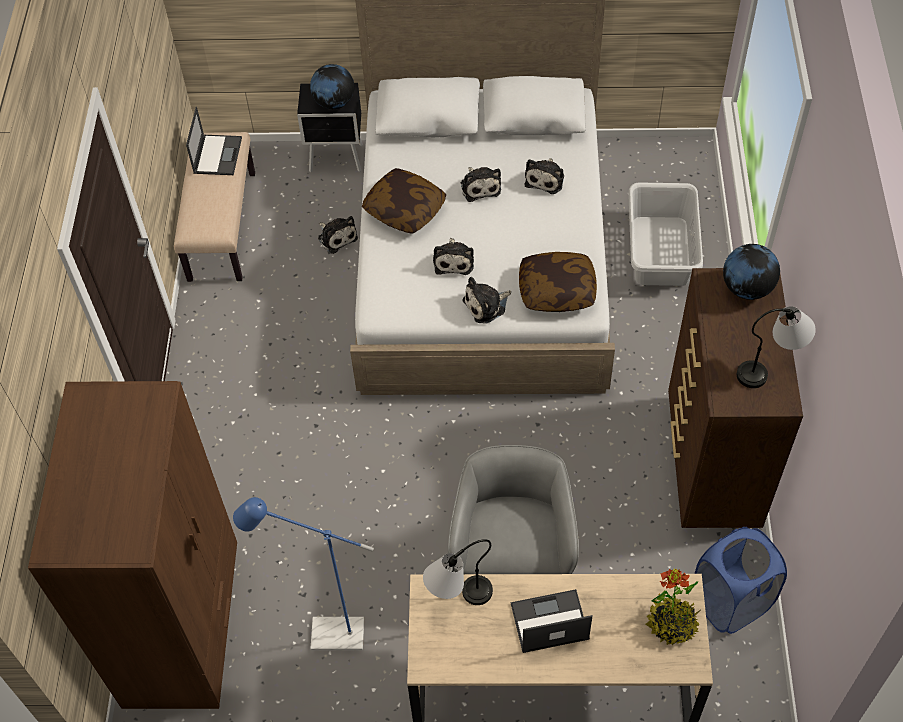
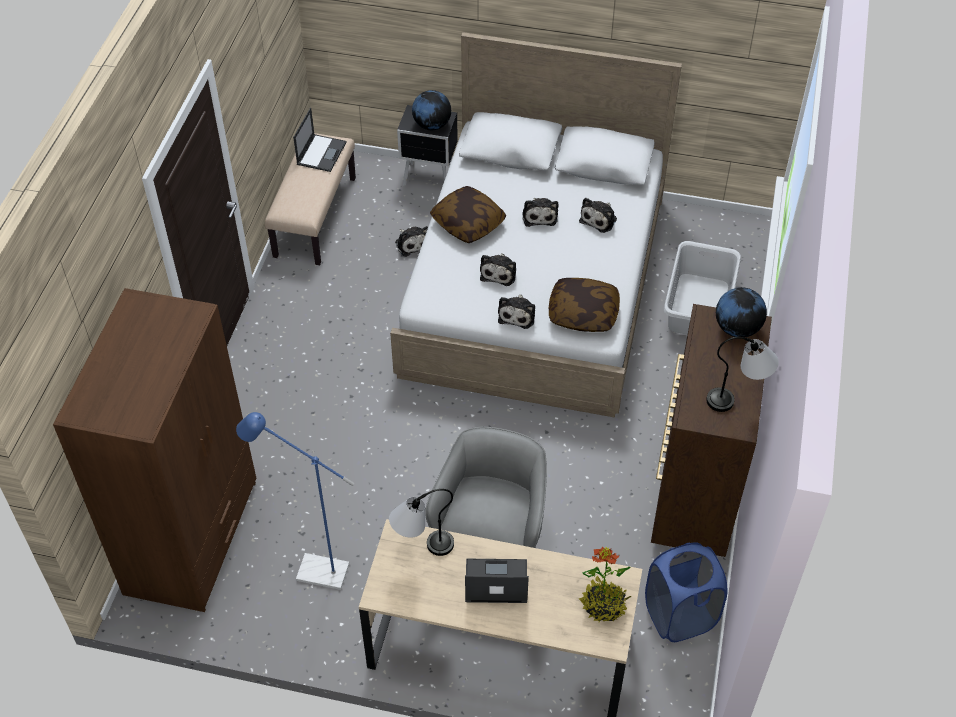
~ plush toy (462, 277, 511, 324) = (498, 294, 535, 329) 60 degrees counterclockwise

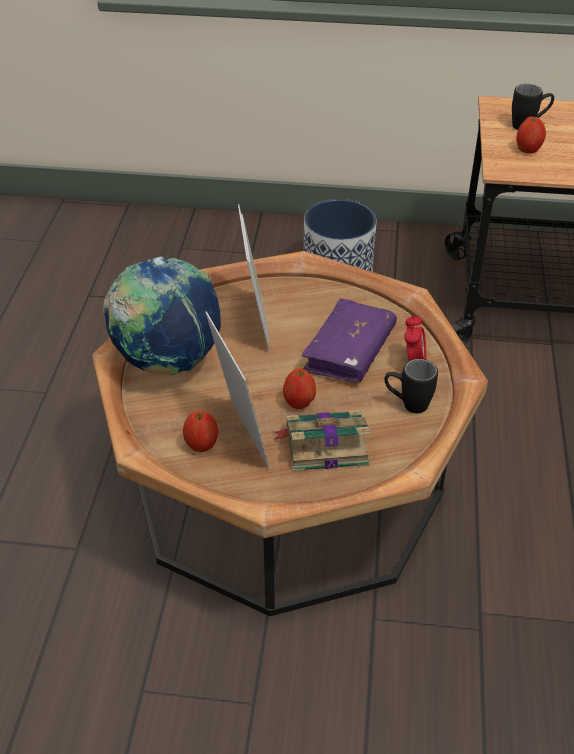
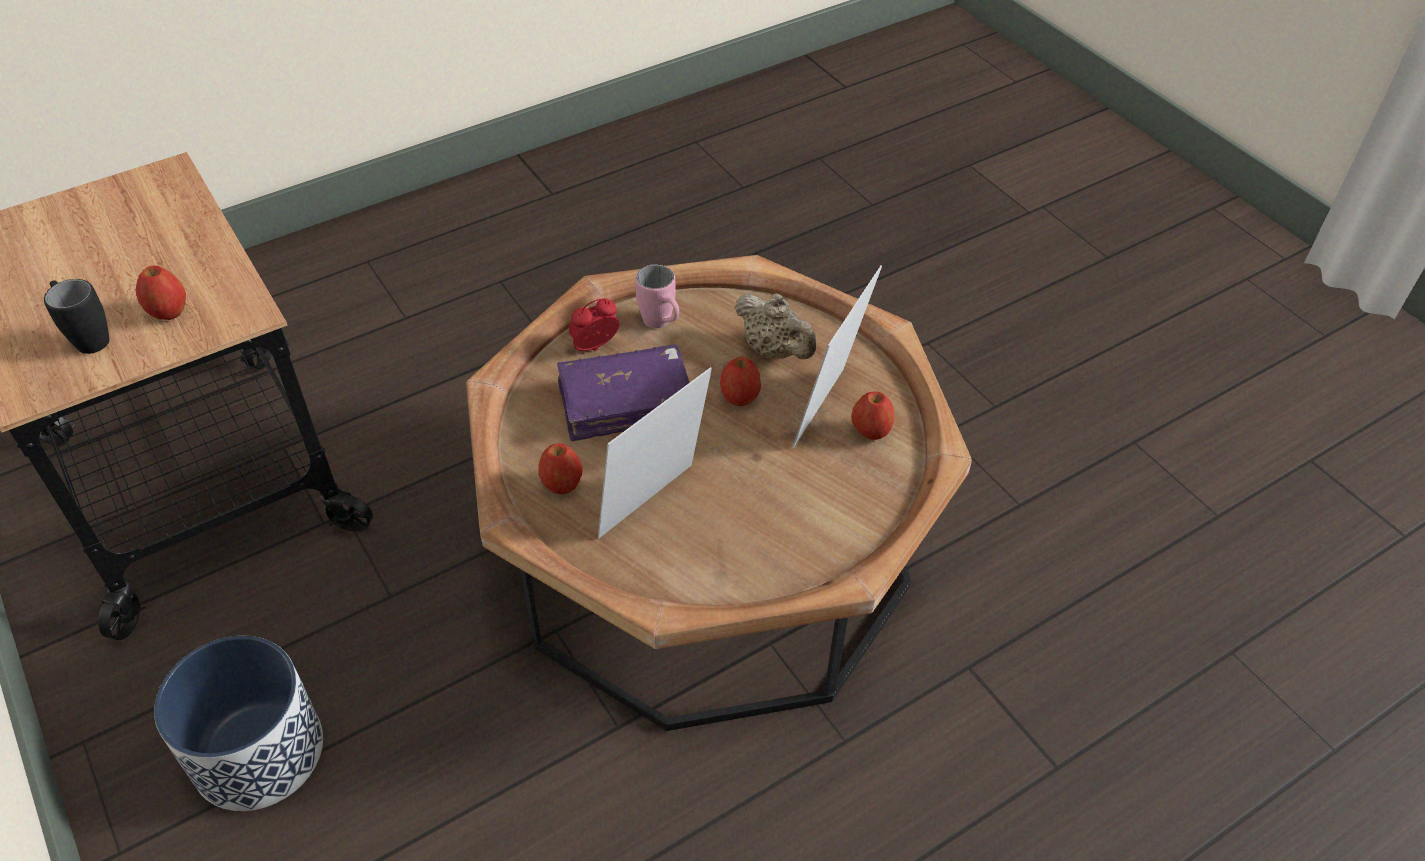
+ apple (538, 443, 583, 494)
~ black mug (384, 359, 438, 413) to pink mug (635, 264, 679, 328)
~ book (273, 410, 371, 472) to beige teapot (735, 293, 816, 359)
- globe (103, 256, 221, 375)

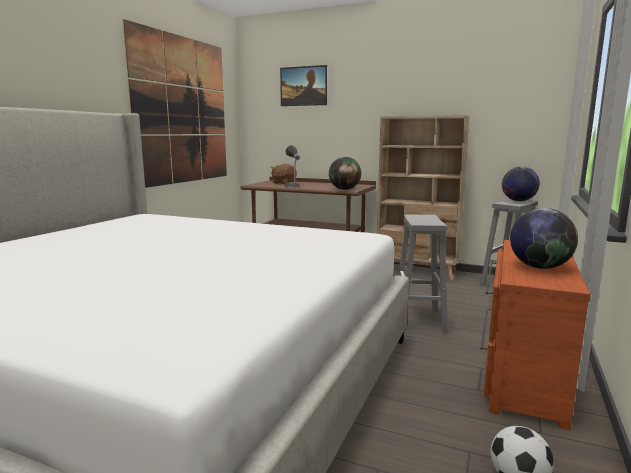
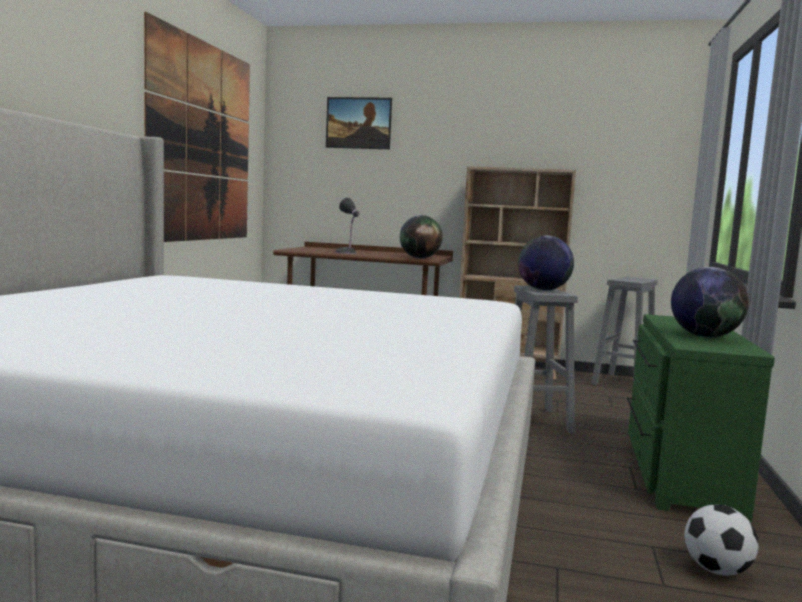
~ globe (502, 166, 540, 201) to (518, 235, 574, 290)
~ brown dresser (481, 240, 591, 430) to green dresser (627, 314, 775, 523)
- brown plush toy (271, 164, 297, 184)

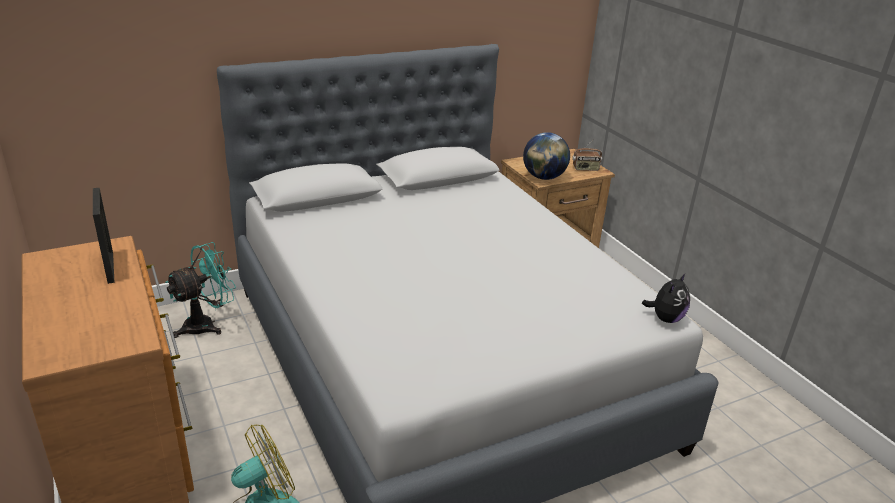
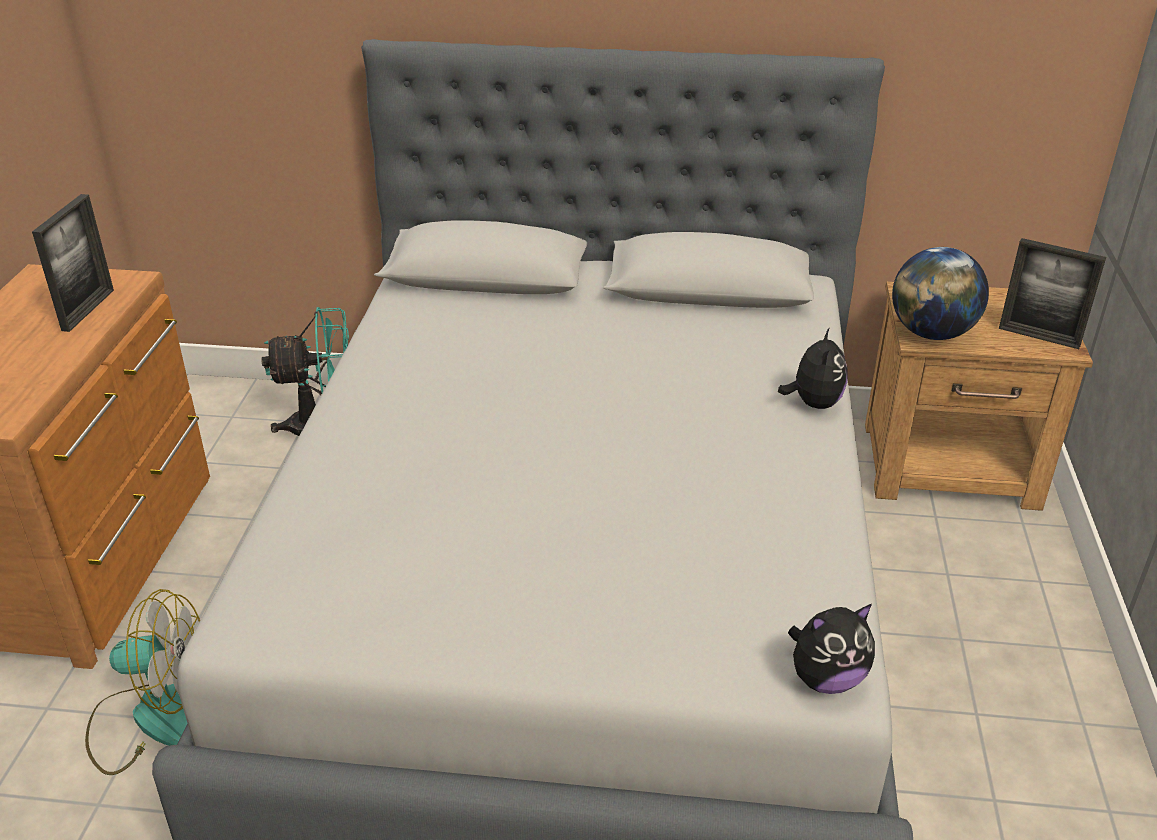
+ plush toy (778, 327, 848, 409)
~ radio (572, 139, 602, 171) to picture frame (999, 238, 1106, 349)

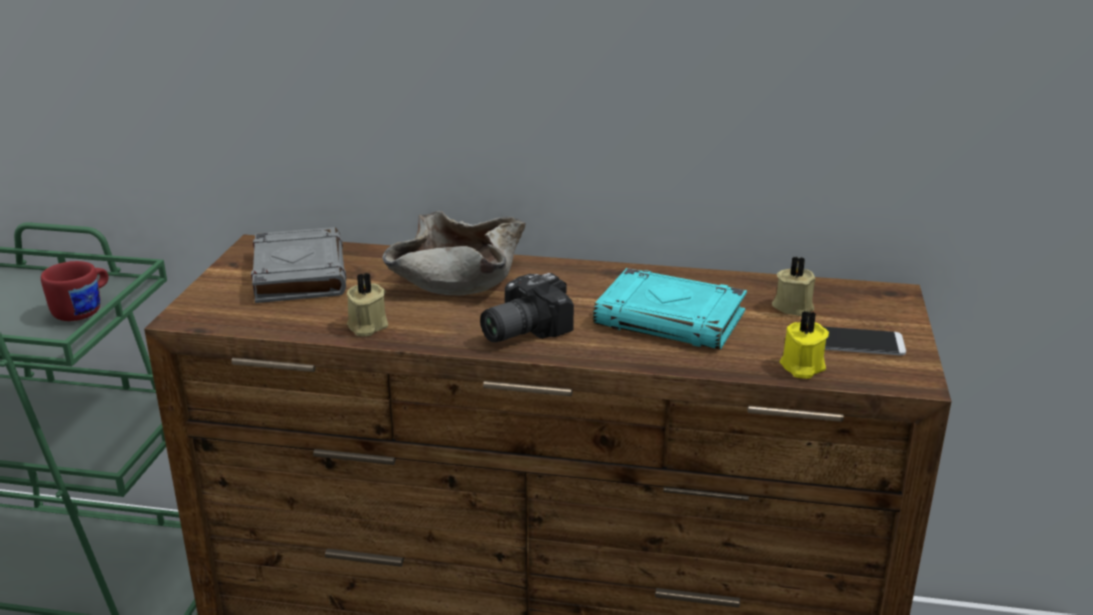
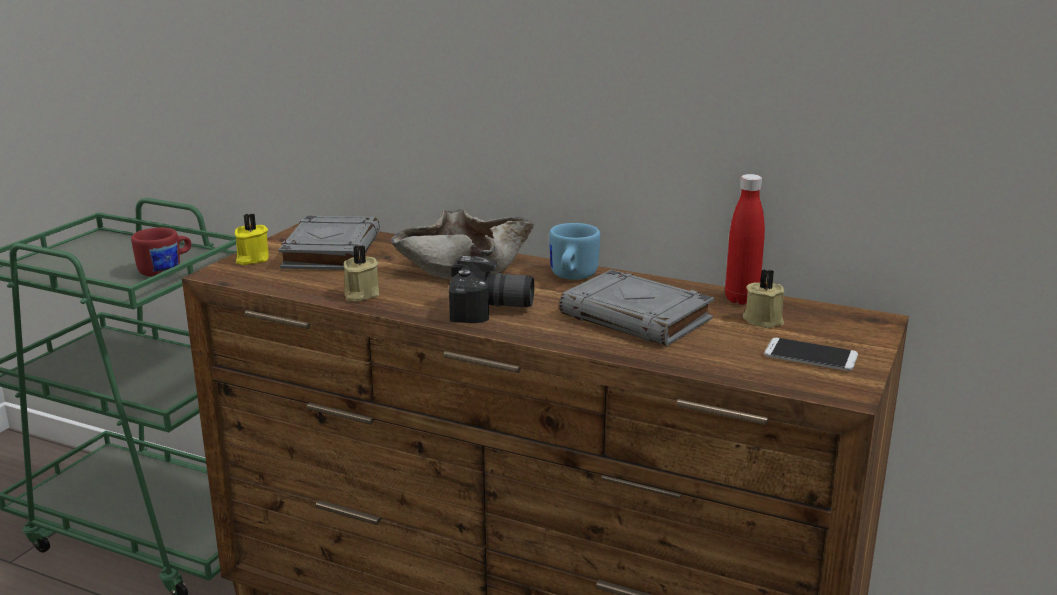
~ yellow candle (780, 311, 829, 379) to (235, 213, 269, 265)
~ photo camera (480, 273, 574, 342) = (449, 256, 534, 323) 150 degrees counterclockwise
+ blue mug (549, 223, 600, 280)
~ turquoise book (593, 268, 747, 350) to grey book (559, 270, 714, 346)
+ red bottle (725, 174, 765, 305)

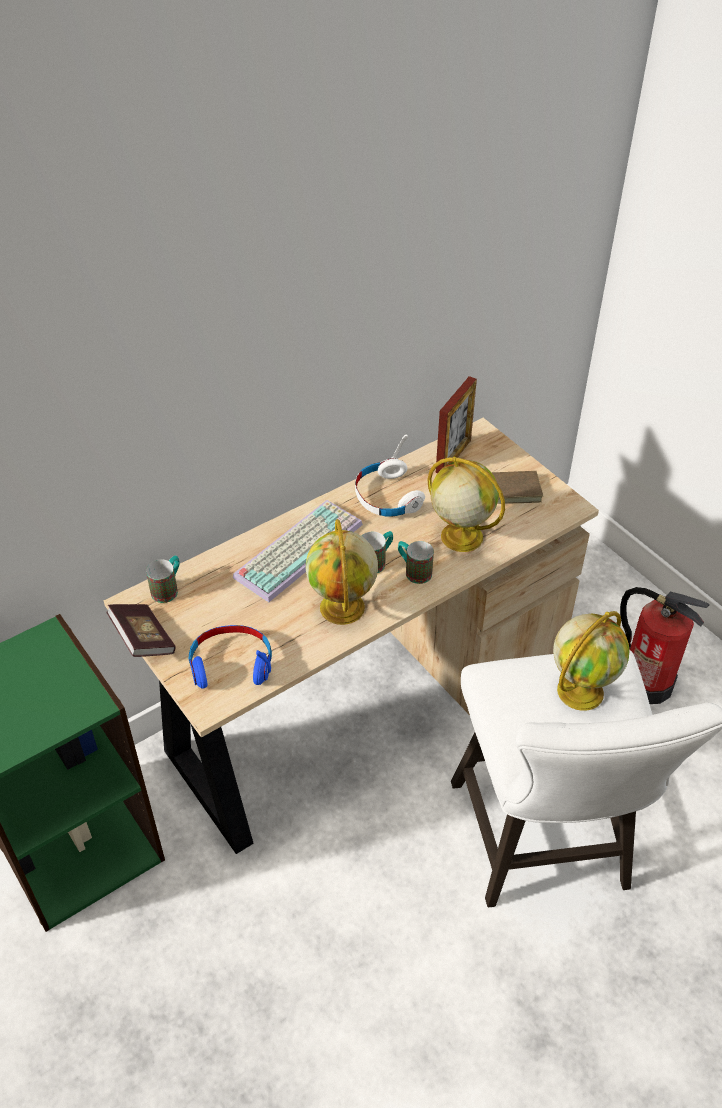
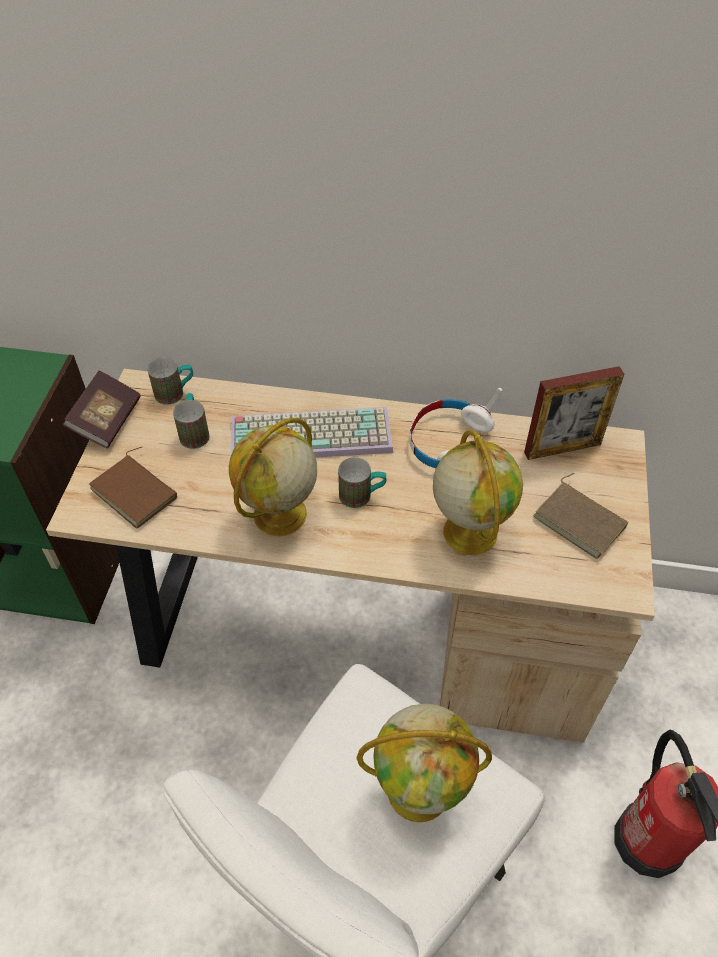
~ blue headphones (189, 625, 272, 689) to brown book (89, 447, 177, 528)
~ mug (398, 541, 434, 584) to (173, 393, 210, 449)

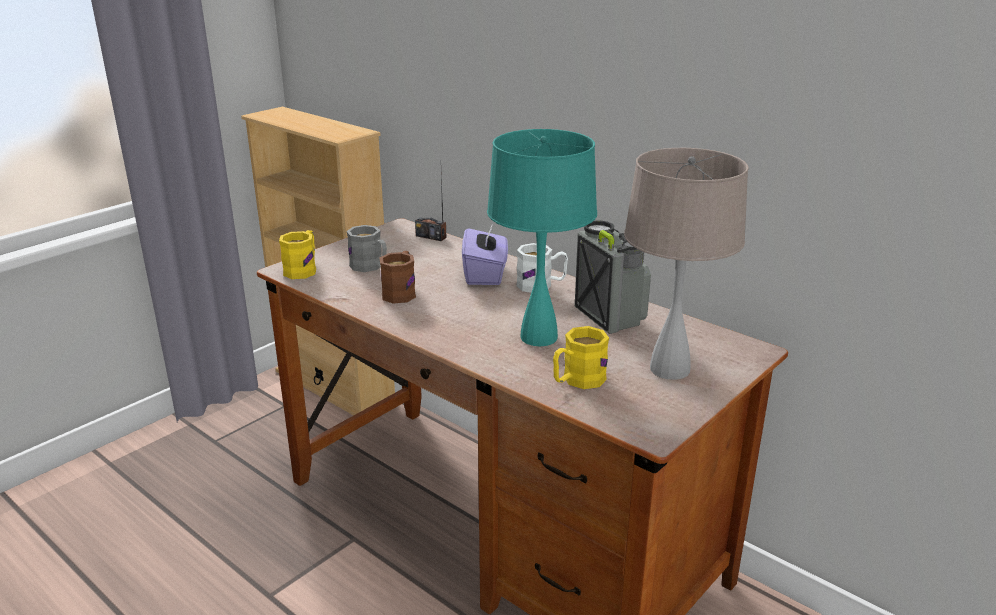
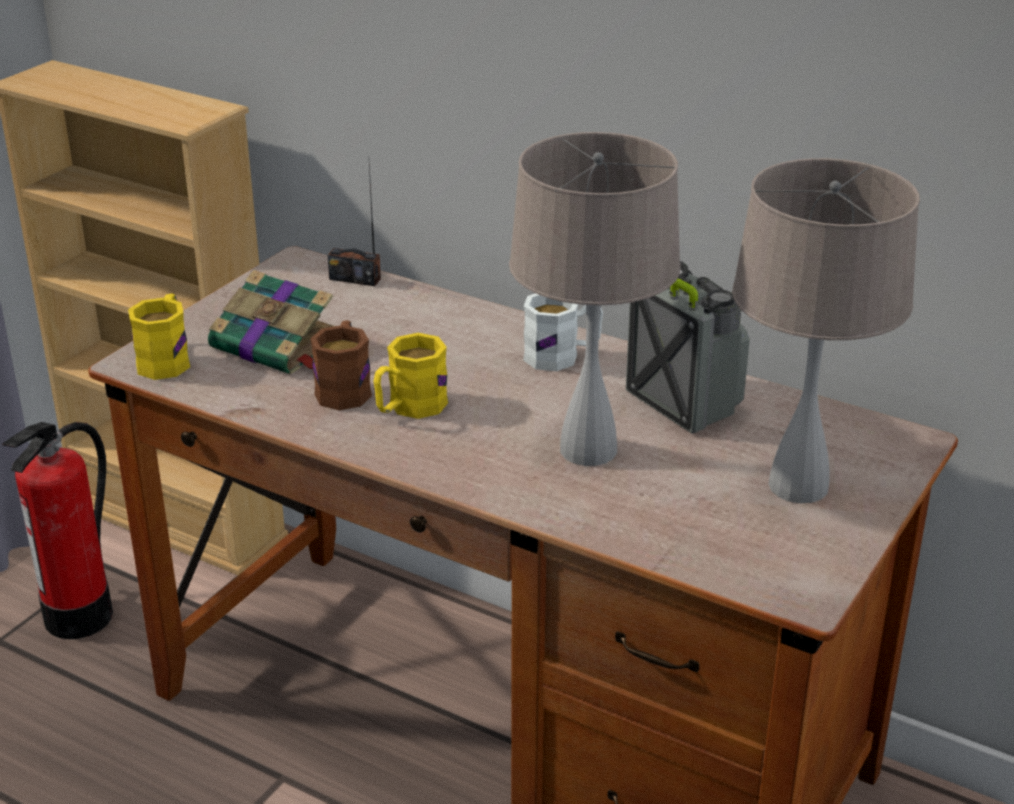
+ fire extinguisher (2, 422, 113, 639)
~ grey mug (346, 225, 387, 272) to book (208, 270, 334, 375)
~ yellow mug (553, 326, 609, 389) to (374, 333, 448, 419)
~ turquoise table lamp (487, 129, 597, 346) to beige table lamp (509, 132, 680, 466)
- purple tissue box (462, 223, 508, 285)

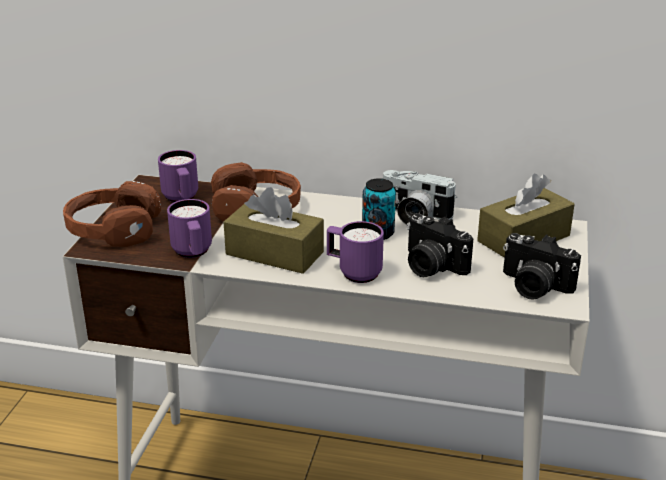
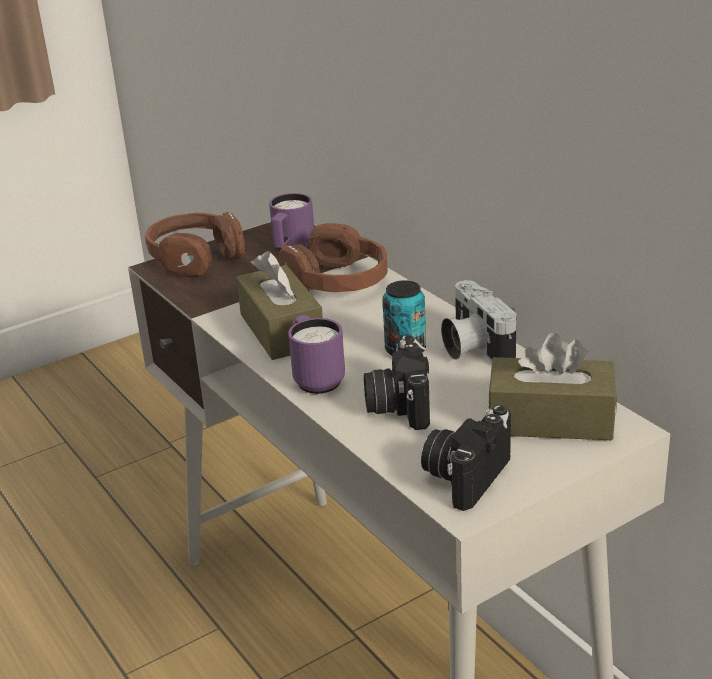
~ photo camera (503, 233, 581, 300) = (421, 405, 511, 511) 45 degrees clockwise
- purple mug (167, 199, 212, 258)

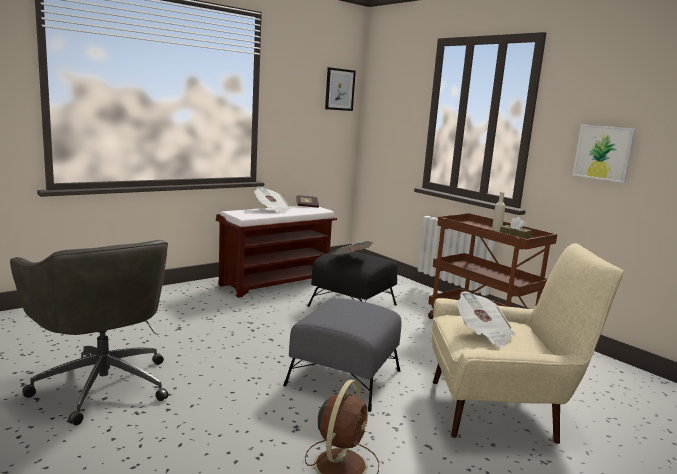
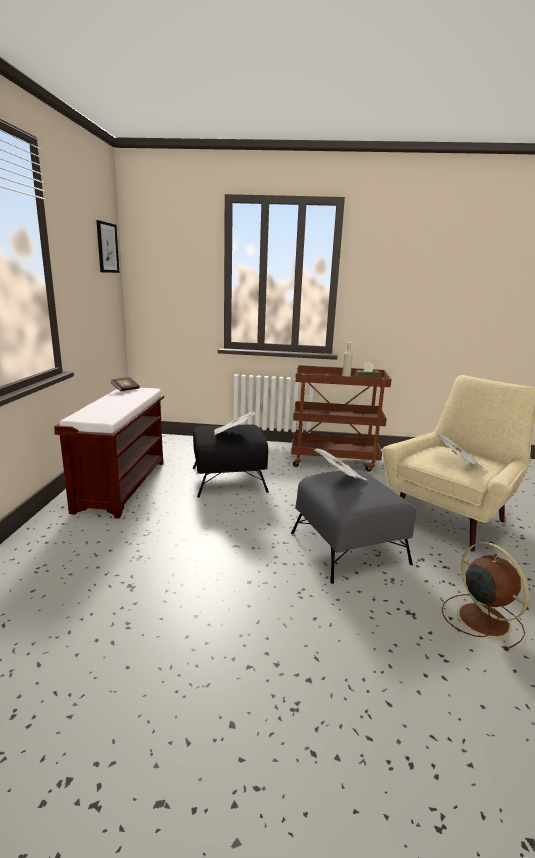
~ newspaper (254, 187, 291, 214) to (313, 449, 367, 480)
- grey office chair (10, 240, 168, 425)
- picture (573, 124, 636, 183)

